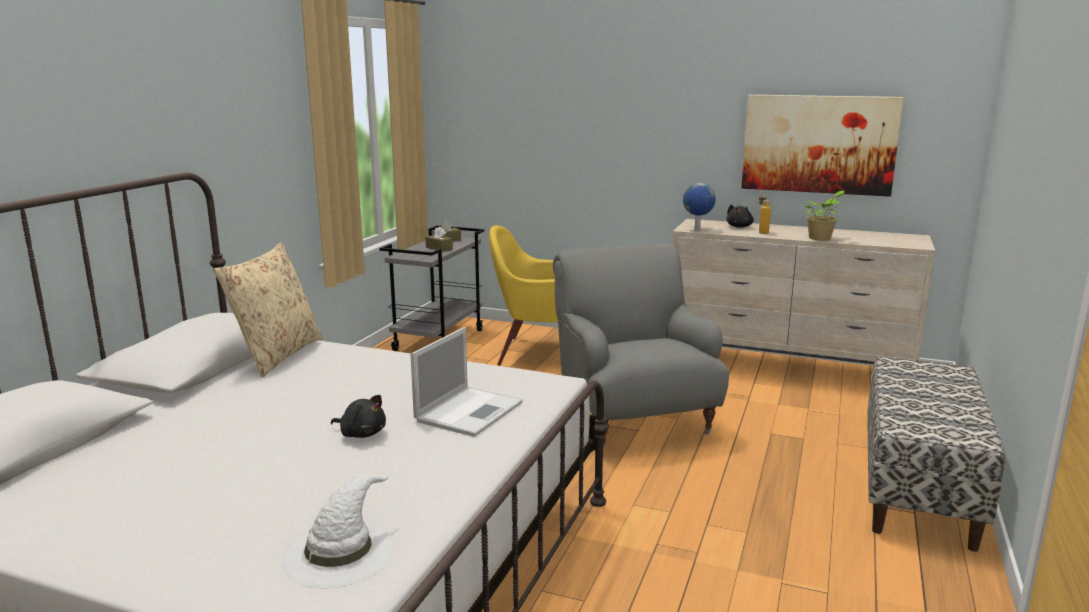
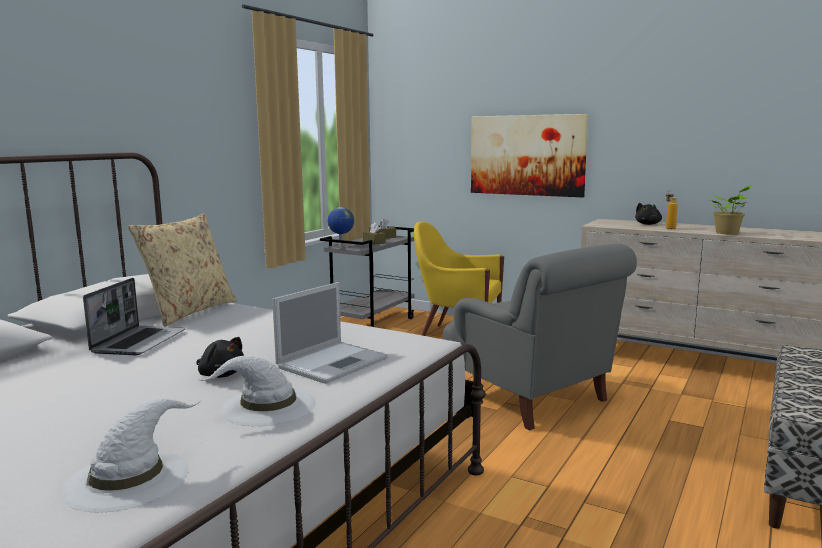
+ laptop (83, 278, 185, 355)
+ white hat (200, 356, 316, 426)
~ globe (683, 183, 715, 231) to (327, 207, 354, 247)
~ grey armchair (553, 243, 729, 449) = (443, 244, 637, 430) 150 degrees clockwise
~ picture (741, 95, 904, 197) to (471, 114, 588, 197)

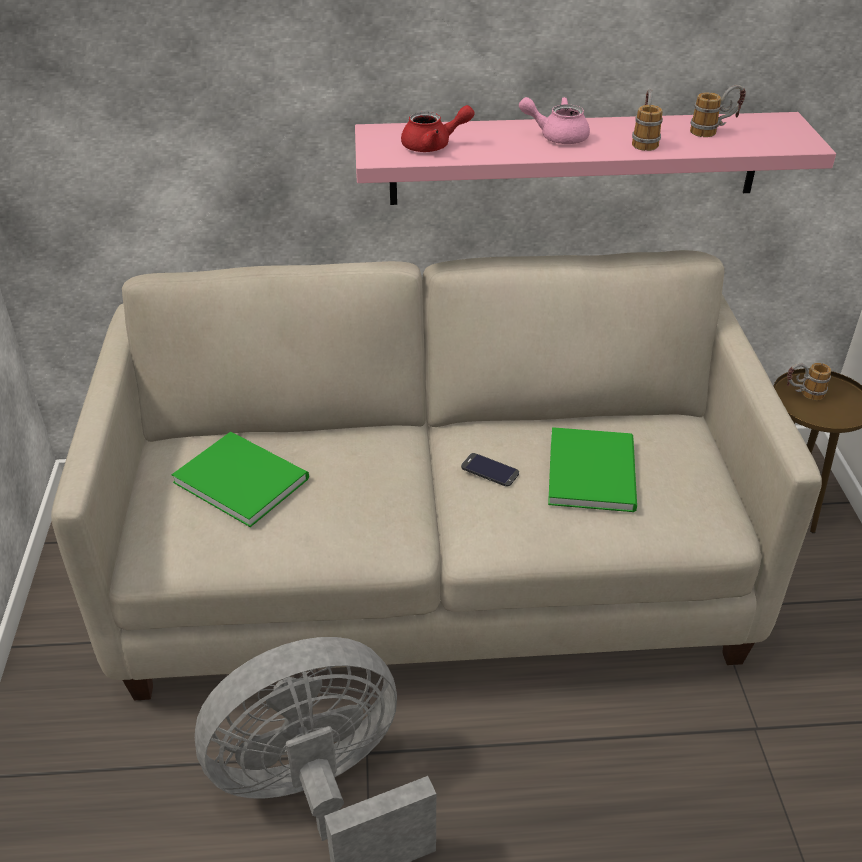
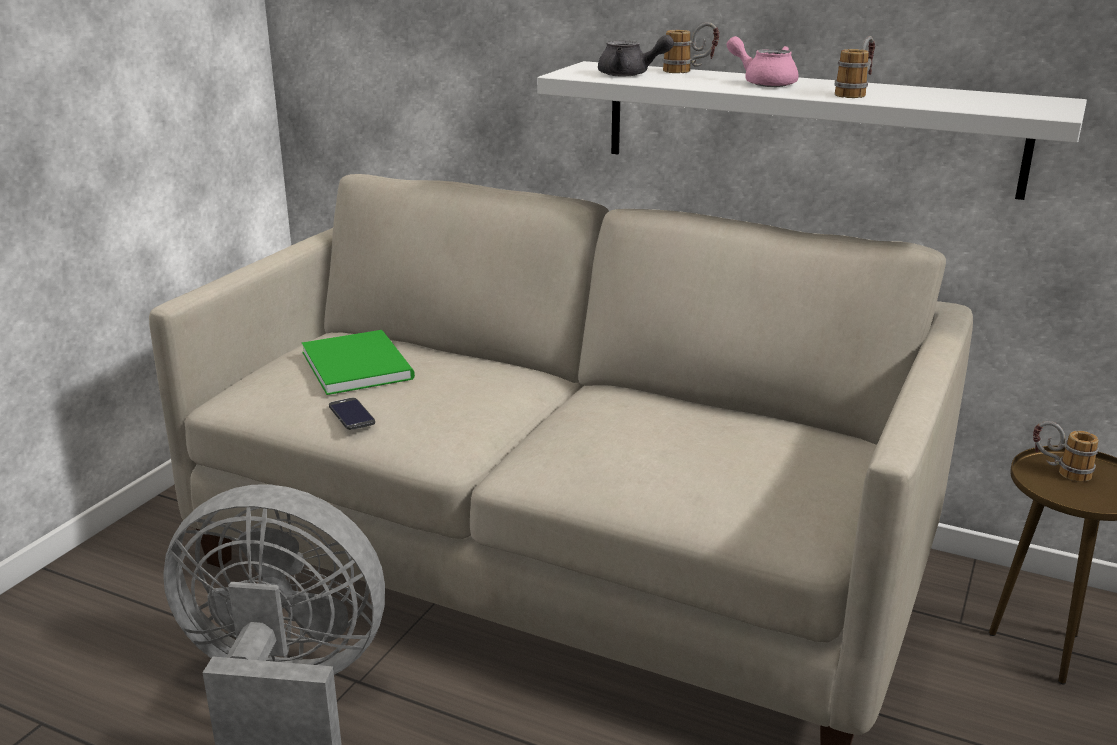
~ phone (461, 453, 519, 487) to (329, 398, 375, 430)
~ pink shelf (355, 112, 836, 205) to white shelf (537, 61, 1087, 200)
~ red teapot (401, 105, 474, 152) to grey teapot (598, 35, 674, 76)
~ mug (690, 85, 746, 137) to (663, 22, 719, 73)
- green book (548, 427, 637, 512)

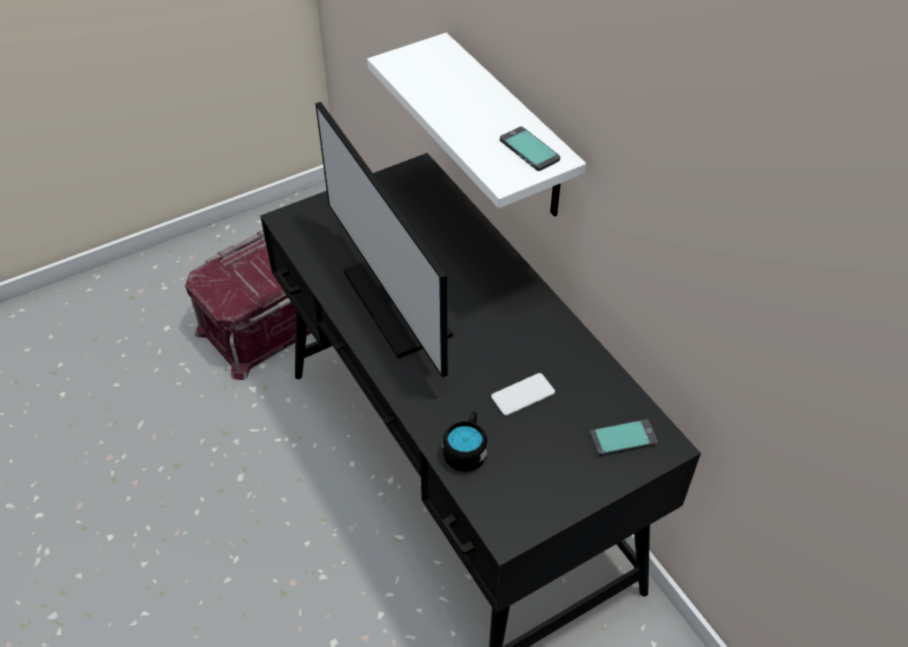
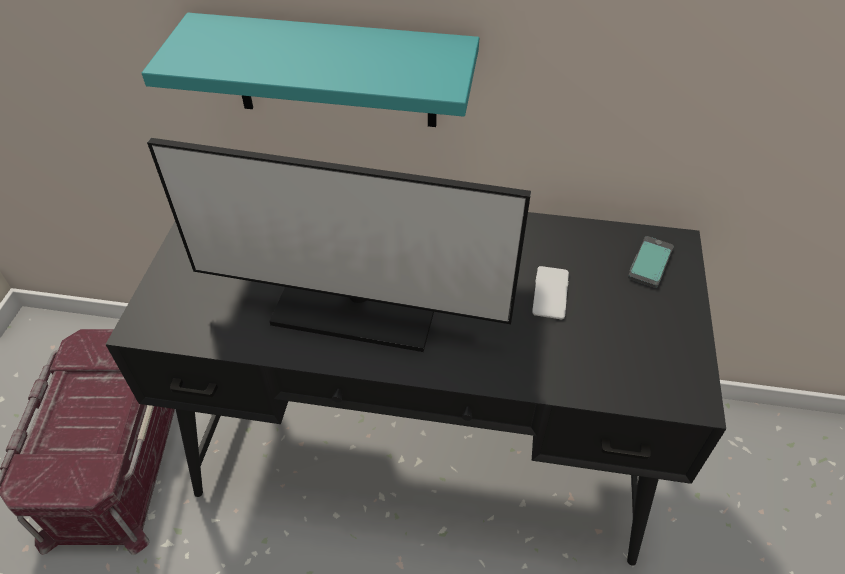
~ white shelf (367, 33, 586, 217) to turquoise shelf (142, 13, 479, 127)
- black mug (442, 411, 488, 472)
- phone (500, 127, 560, 171)

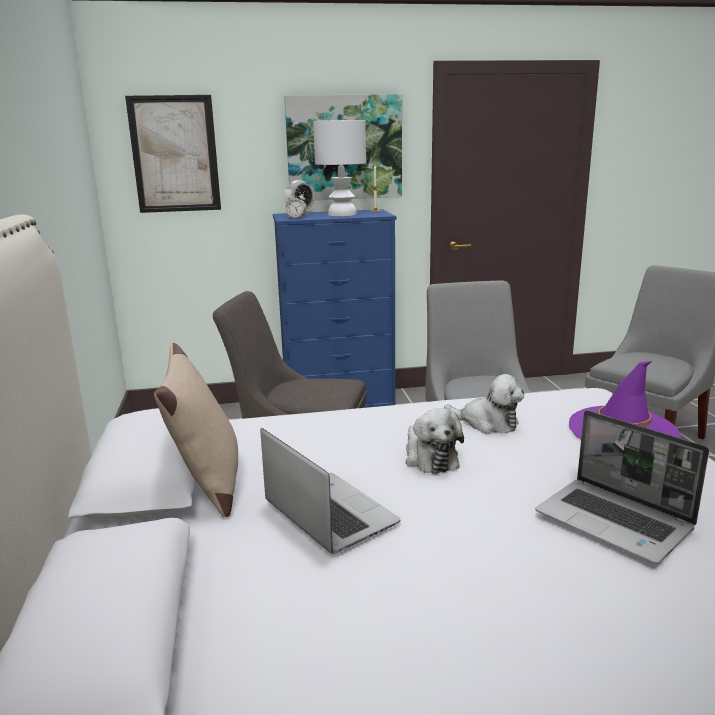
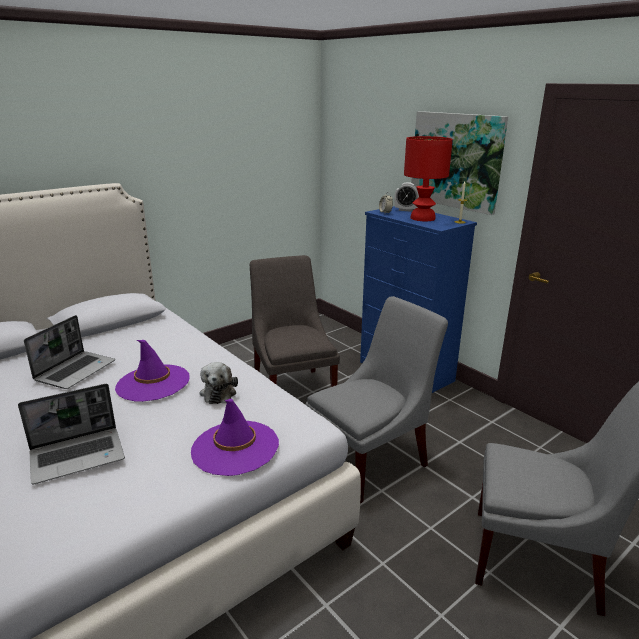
~ laptop (535, 410, 709, 564) = (18, 384, 125, 485) 135 degrees counterclockwise
~ plush toy (406, 408, 464, 474) to purple hat (115, 340, 190, 402)
~ white table lamp (313, 120, 366, 216) to red table lamp (404, 136, 453, 221)
- picture (125, 95, 221, 213)
- beige pillow (154, 343, 238, 517)

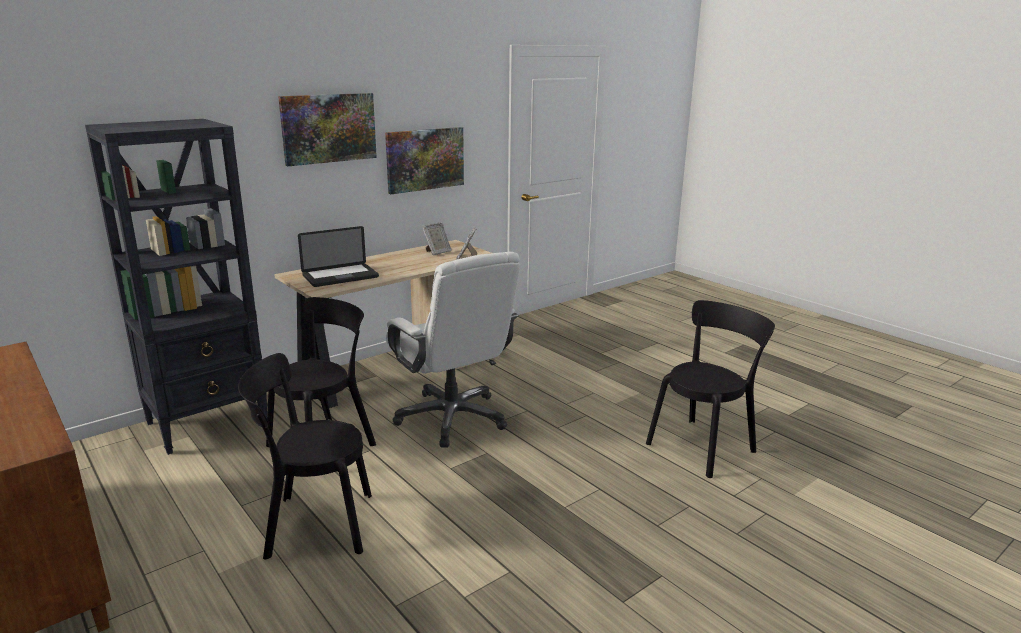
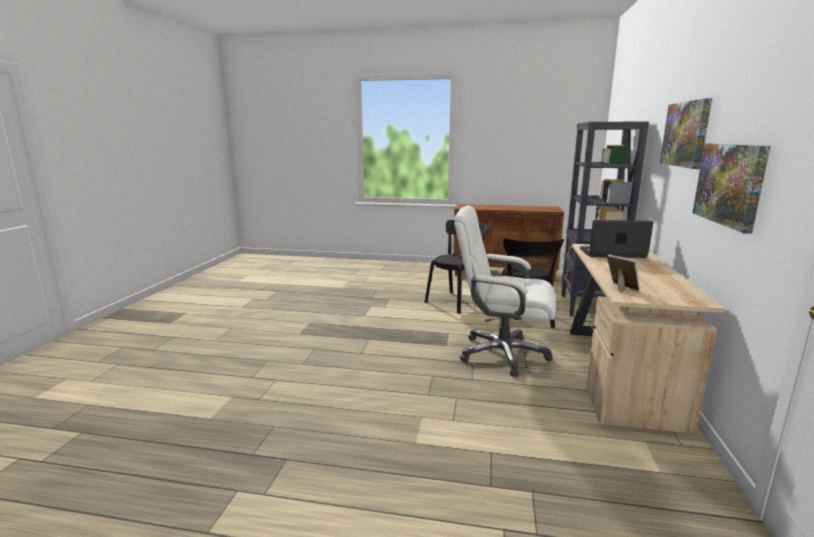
~ laptop (298, 226, 379, 287) = (580, 220, 653, 258) 75 degrees clockwise
- picture frame (422, 222, 452, 255)
- black chair (646, 300, 775, 478)

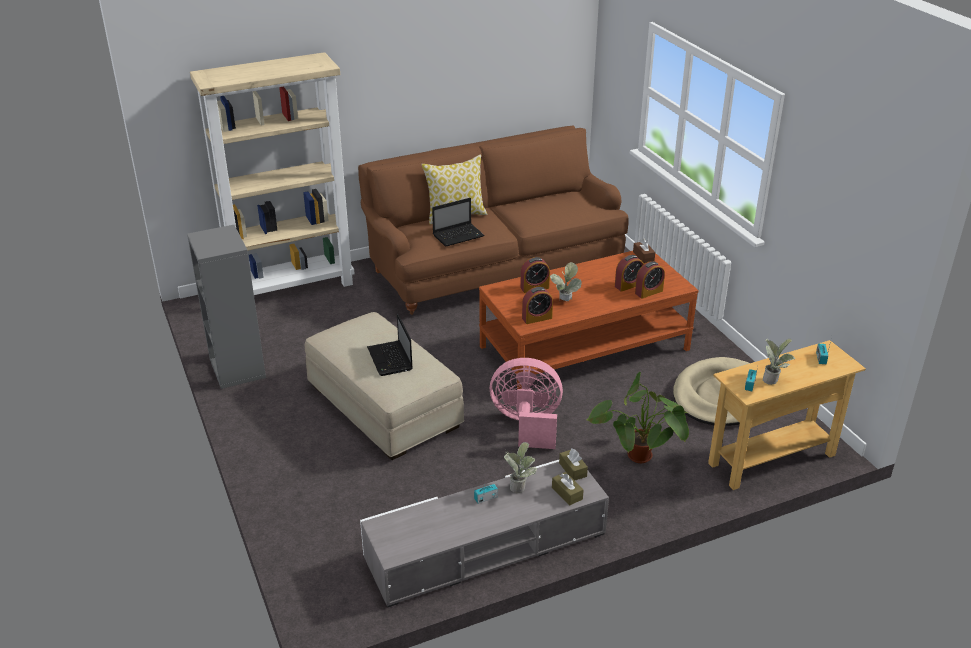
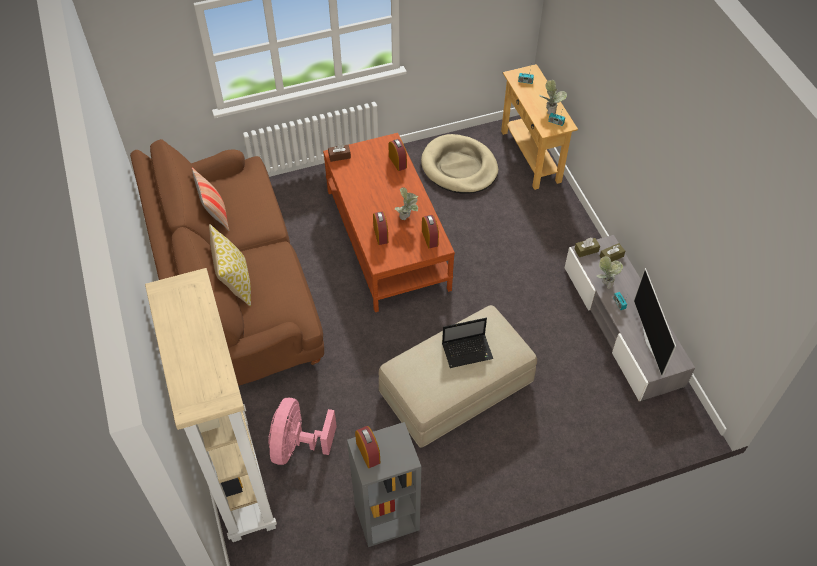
+ pillow (192, 167, 230, 231)
~ pink fan (490, 358, 563, 449) to (268, 398, 337, 465)
~ alarm clock (615, 255, 644, 292) to (355, 426, 380, 468)
+ television (634, 268, 676, 377)
- laptop (432, 198, 485, 247)
- potted plant (586, 372, 689, 463)

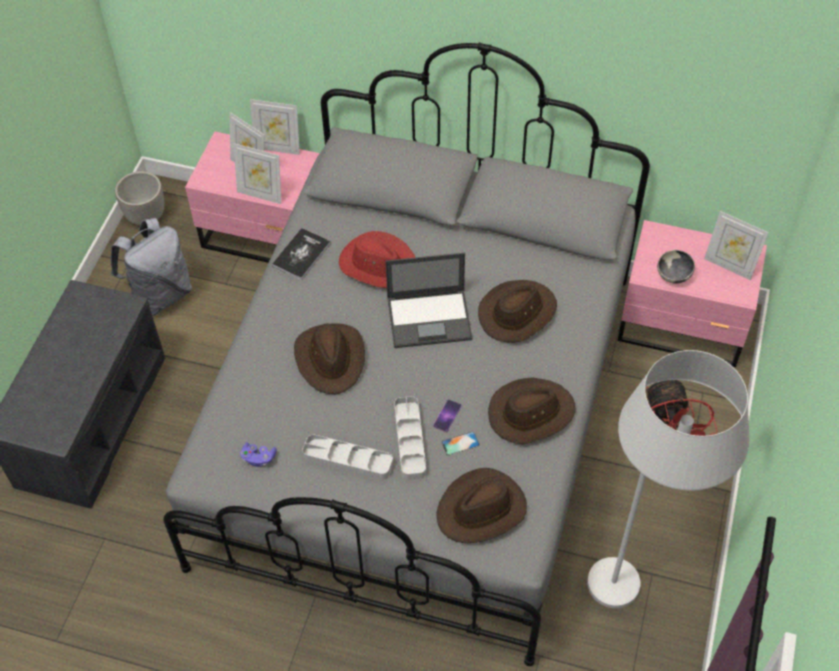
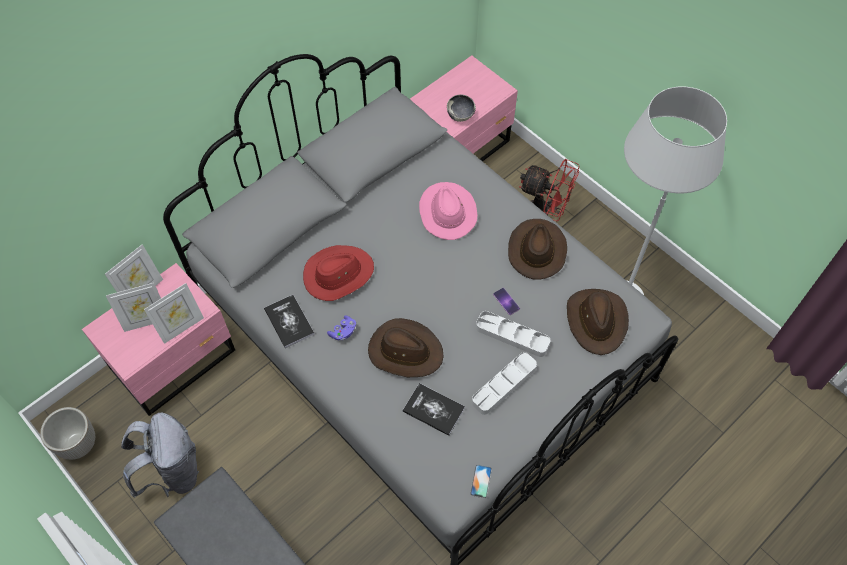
~ purple game controller (240, 443, 277, 467) to (327, 315, 356, 341)
+ book (403, 383, 465, 436)
~ brown hat (478, 280, 557, 342) to pink hat (419, 182, 478, 240)
~ phone (441, 431, 480, 456) to (470, 464, 492, 498)
- laptop (385, 253, 473, 348)
- picture frame (704, 211, 769, 280)

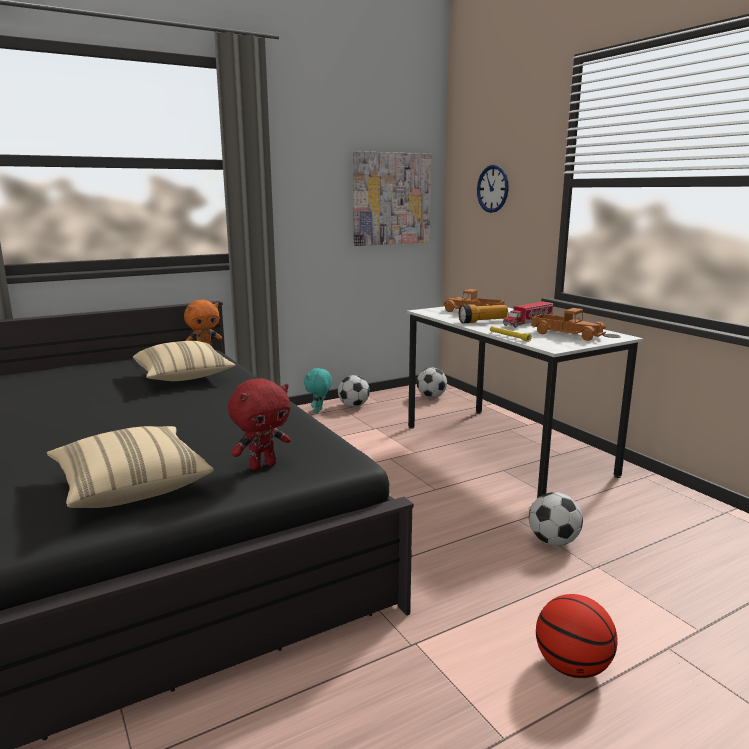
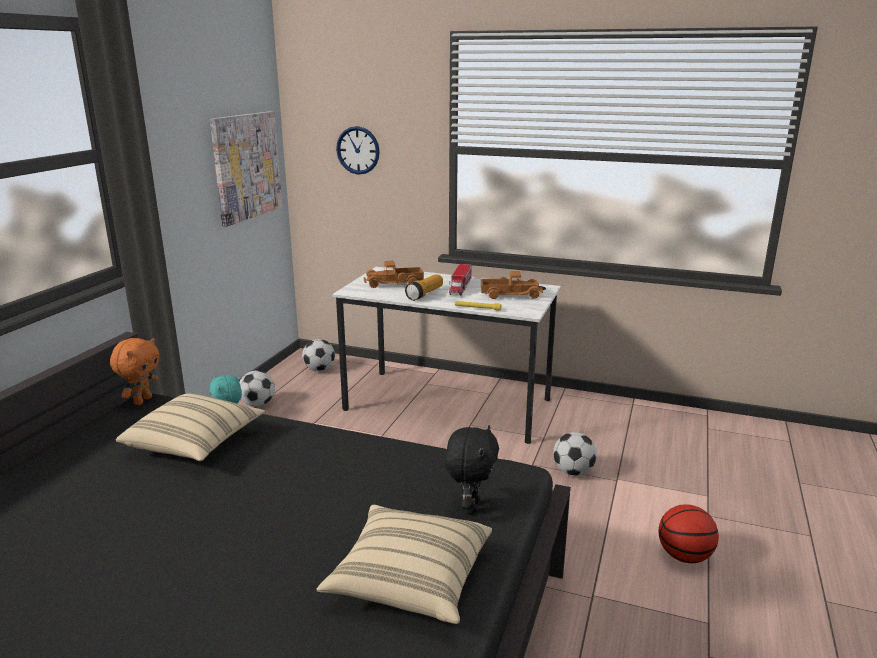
~ red plush toy (228, 378, 291, 470) to black plush toy (445, 425, 499, 514)

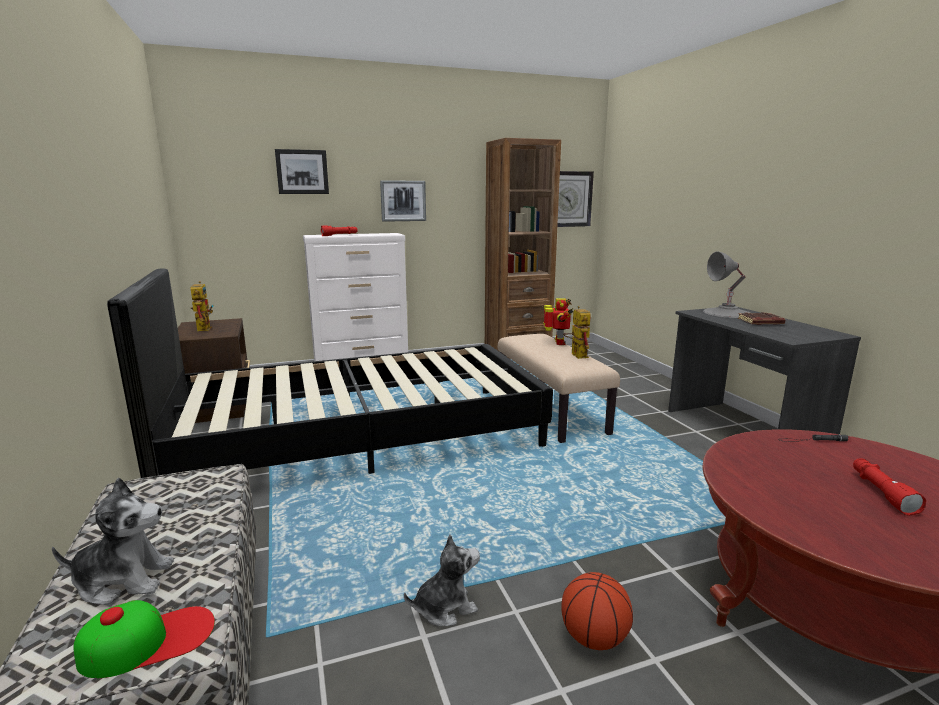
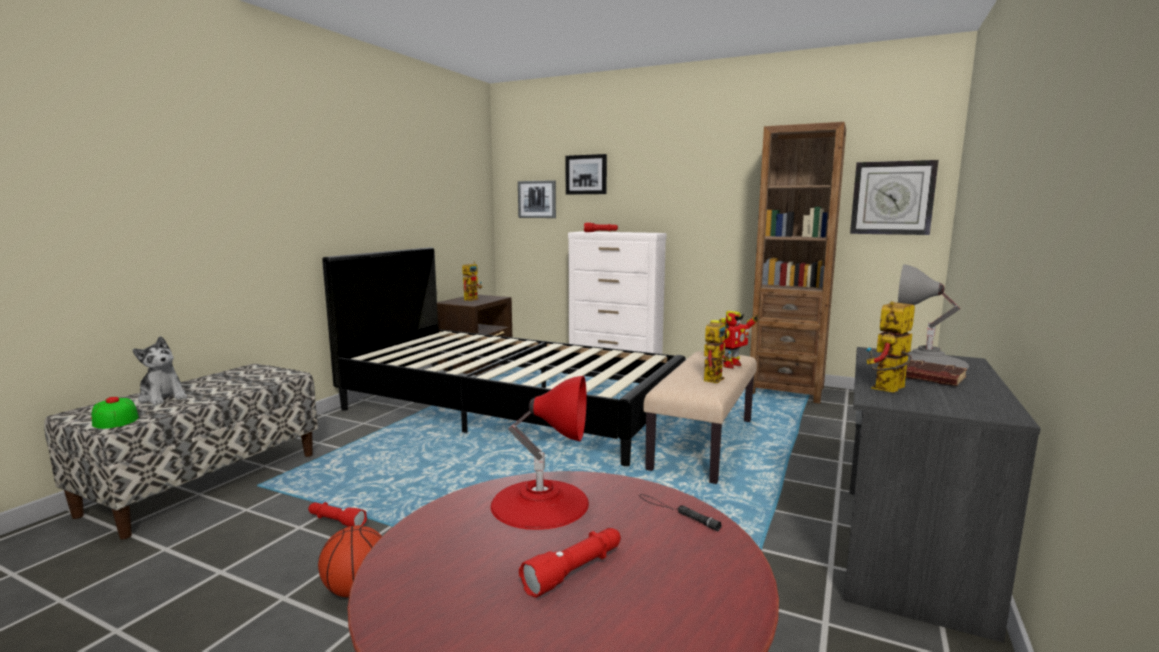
~ cap (74, 600, 215, 678) = (91, 397, 139, 429) 150 degrees counterclockwise
~ plush toy (404, 534, 480, 626) to red flashlight (308, 502, 367, 527)
+ red table lamp (491, 376, 589, 530)
~ picture (380, 180, 426, 222) to (518, 180, 556, 218)
+ toy robot (866, 301, 915, 393)

